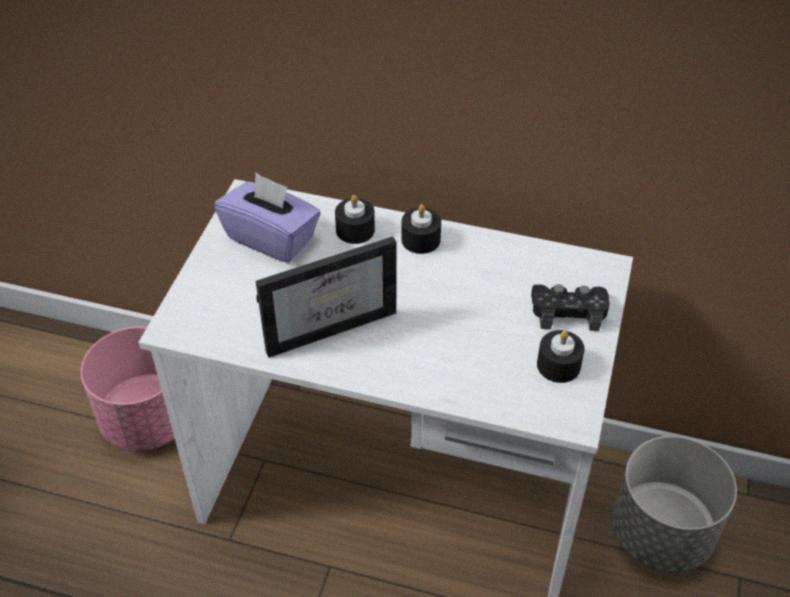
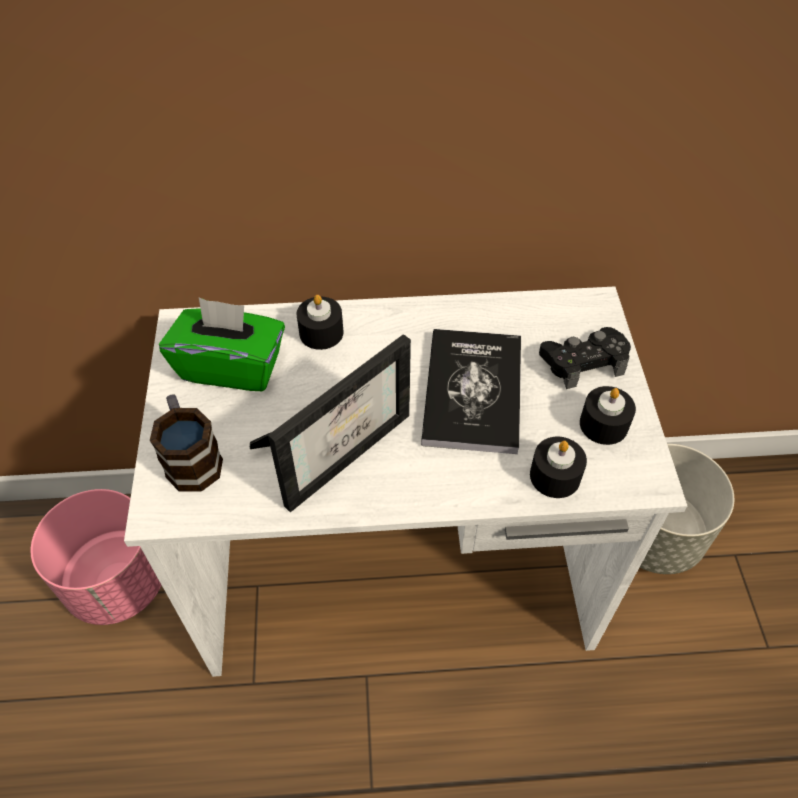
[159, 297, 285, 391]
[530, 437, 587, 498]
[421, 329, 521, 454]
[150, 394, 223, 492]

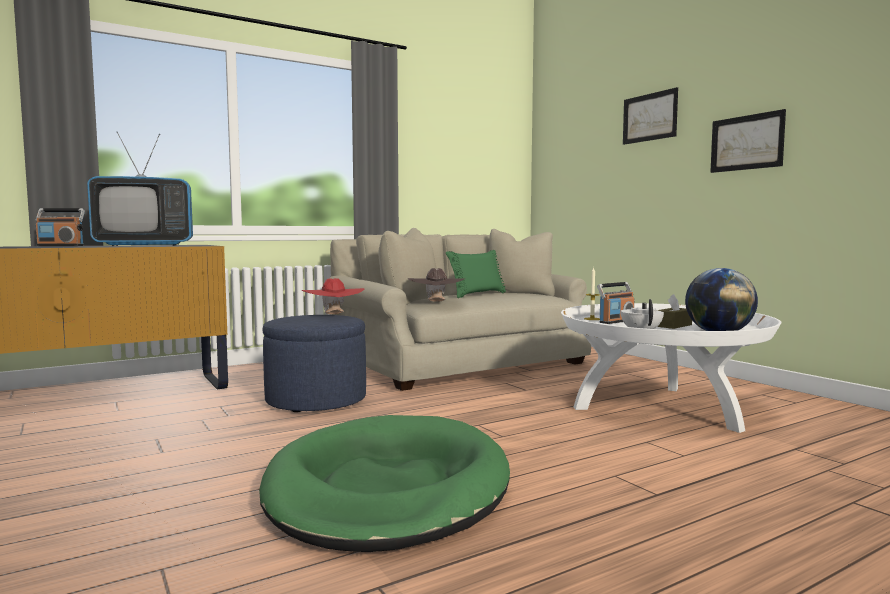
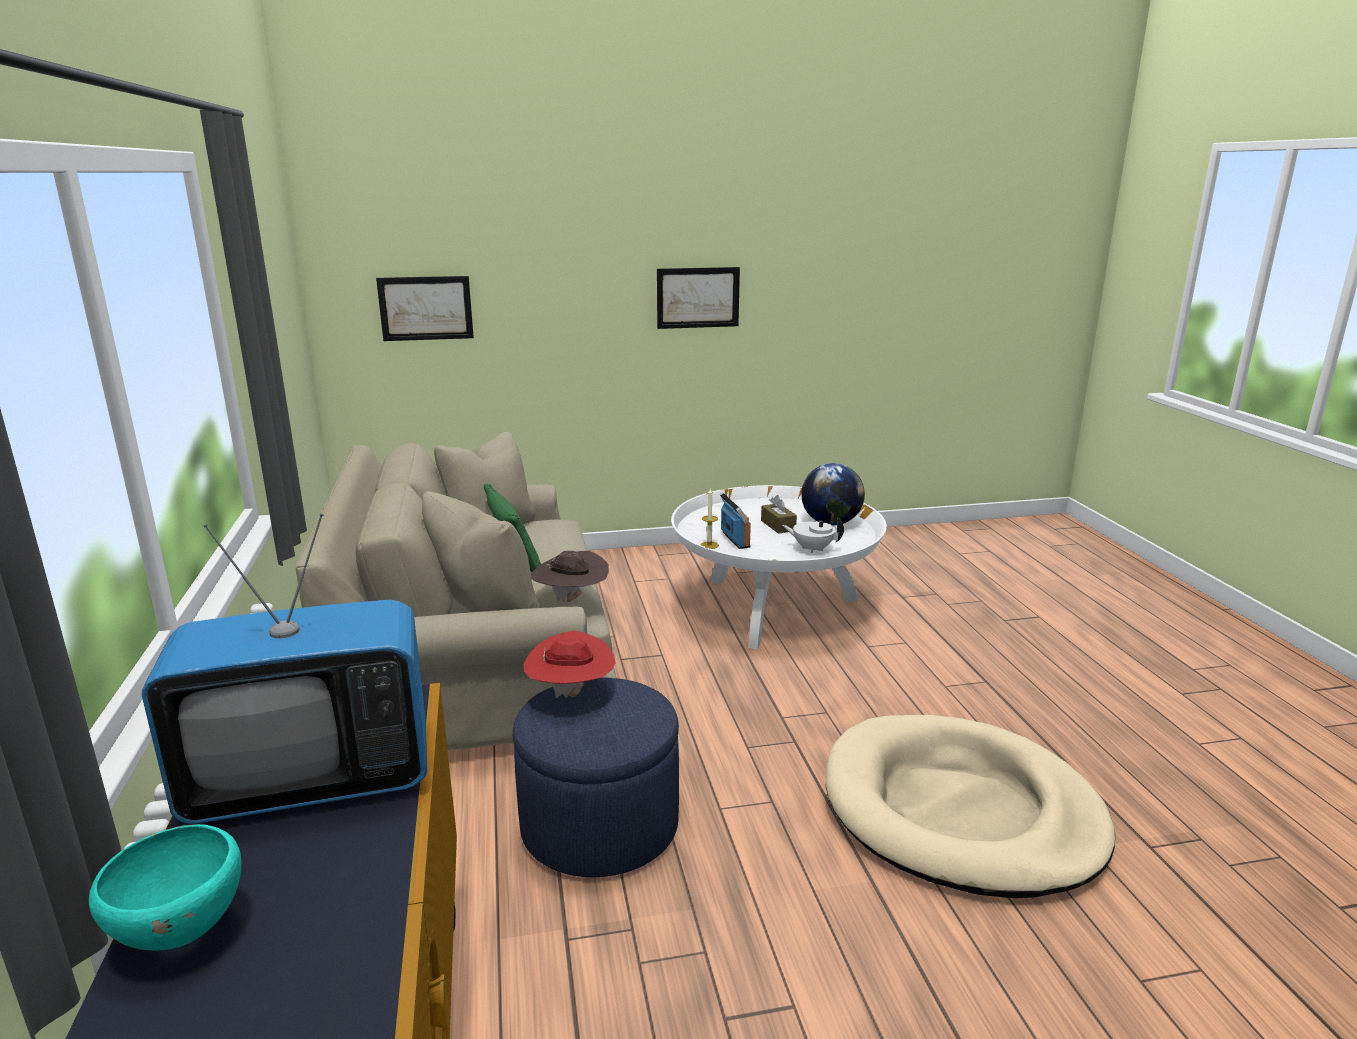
[376, 276, 474, 341]
[141, 514, 427, 824]
[89, 824, 242, 951]
[826, 715, 1115, 898]

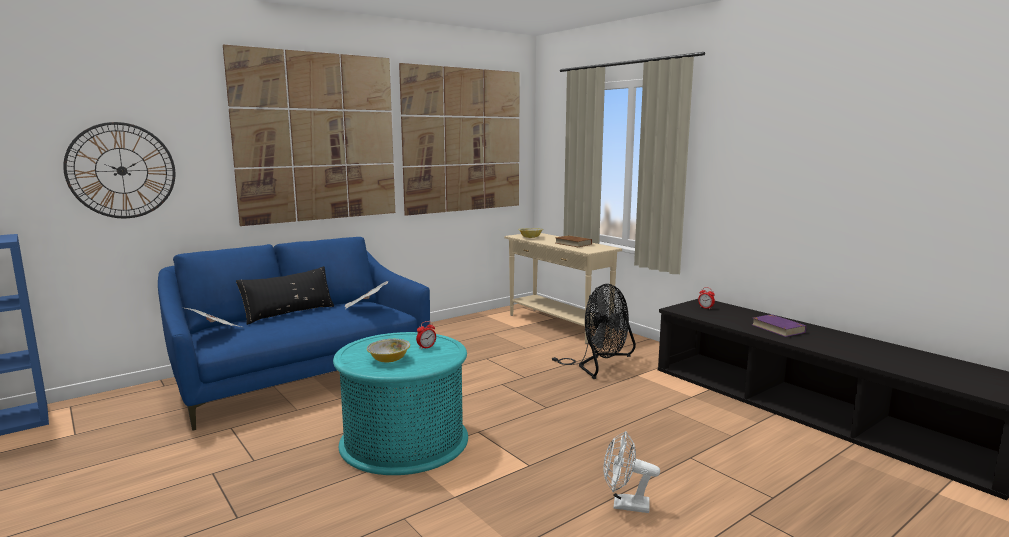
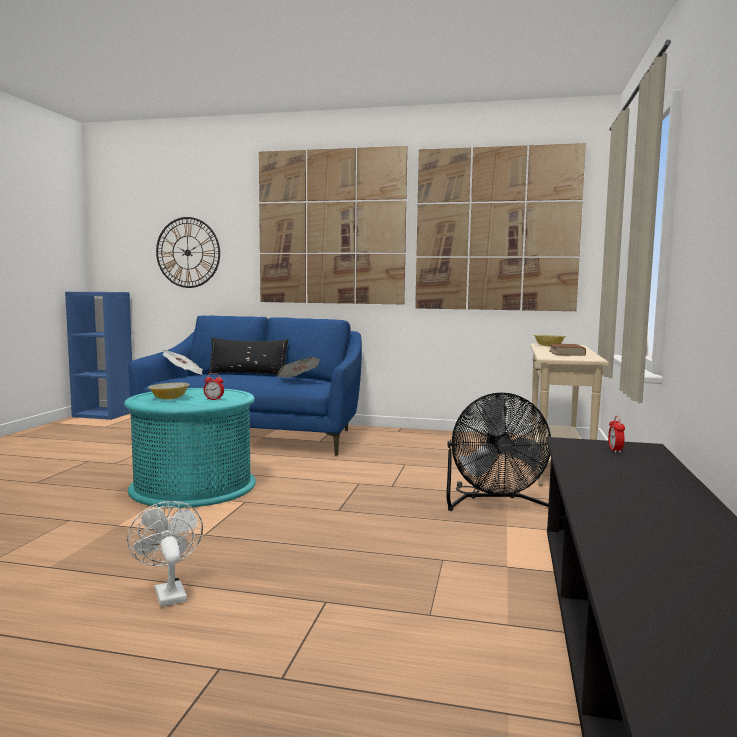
[752, 314, 806, 337] (first image)

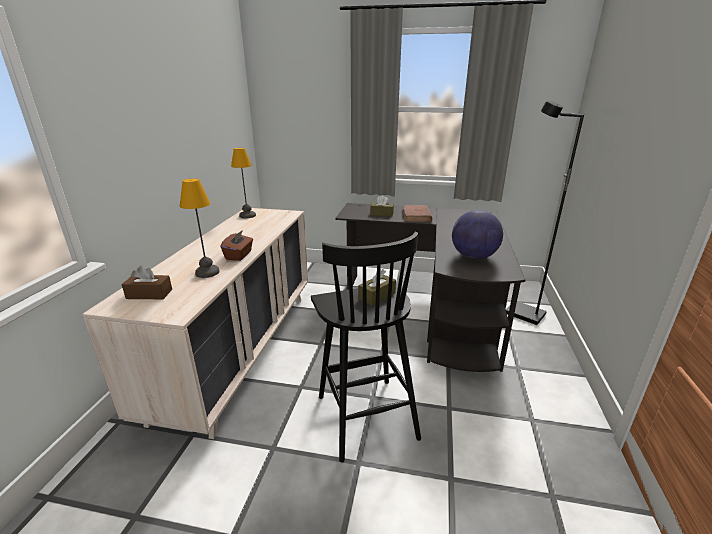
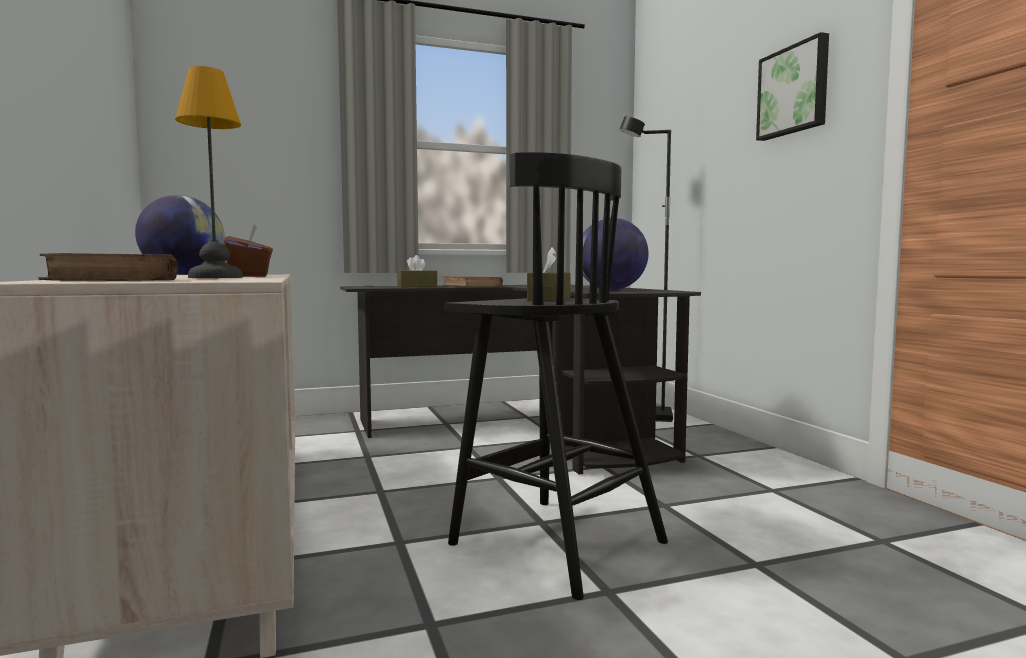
[135, 195, 225, 275]
[38, 253, 178, 281]
[756, 32, 829, 141]

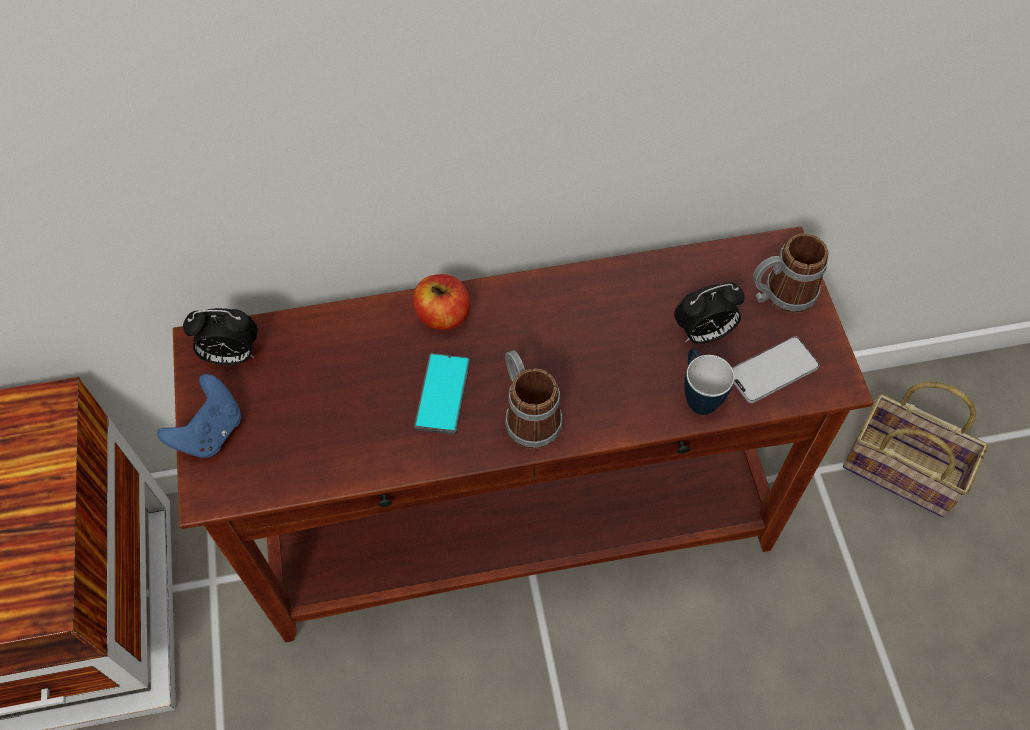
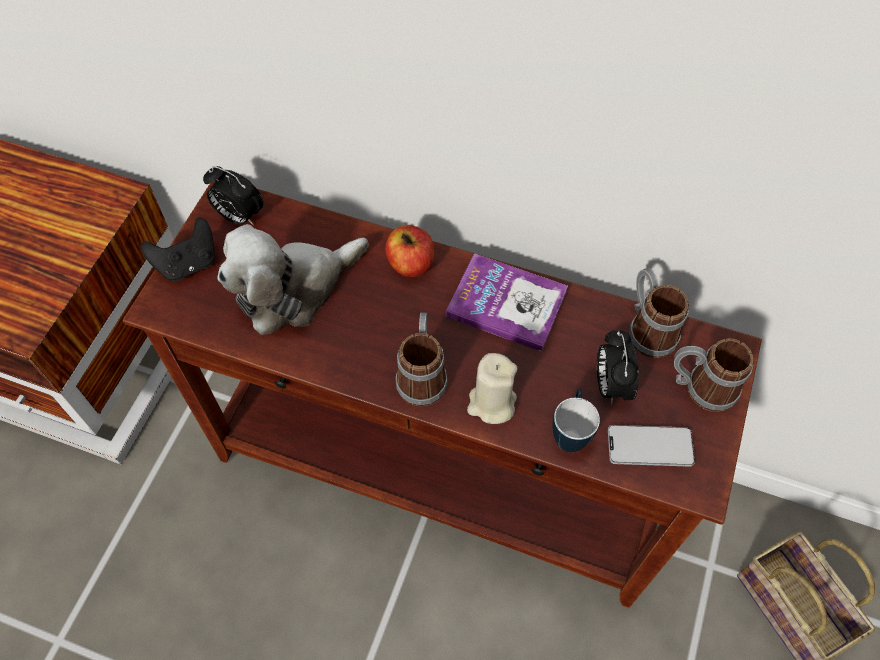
[597, 330, 639, 404]
[414, 353, 470, 435] (first image)
[141, 217, 215, 281]
[217, 224, 369, 335]
[446, 253, 568, 352]
[629, 268, 689, 358]
[467, 353, 518, 424]

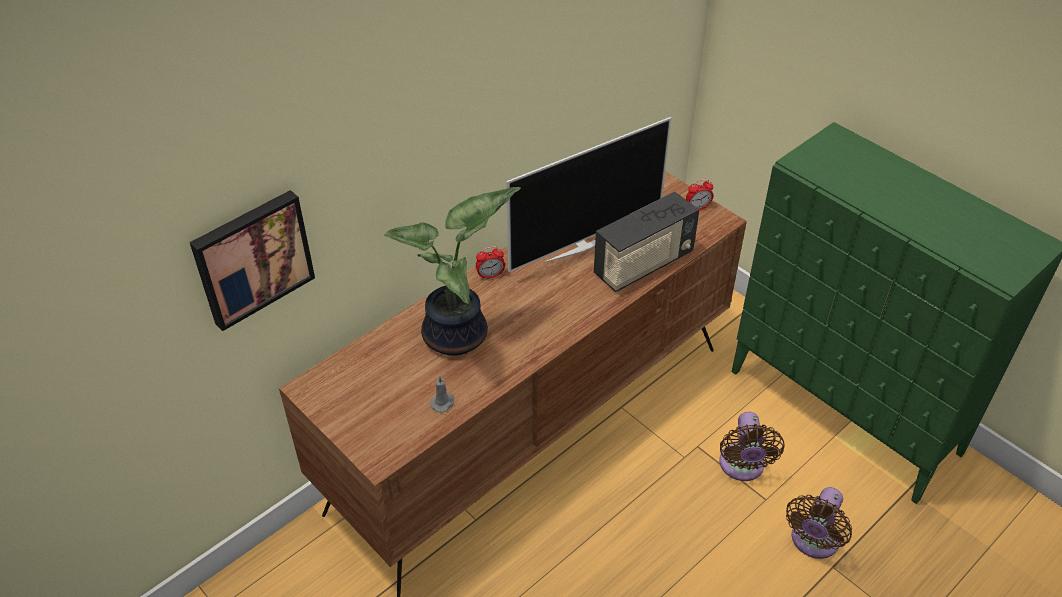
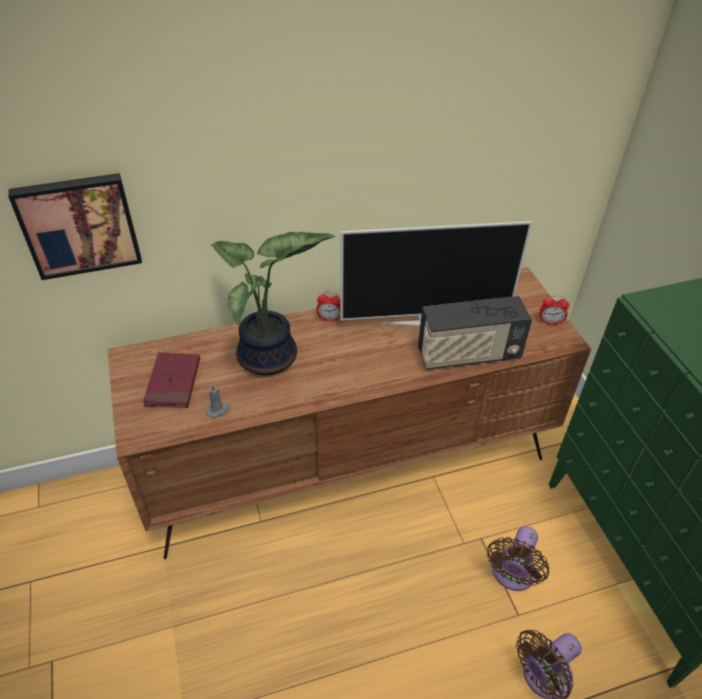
[143, 352, 200, 408]

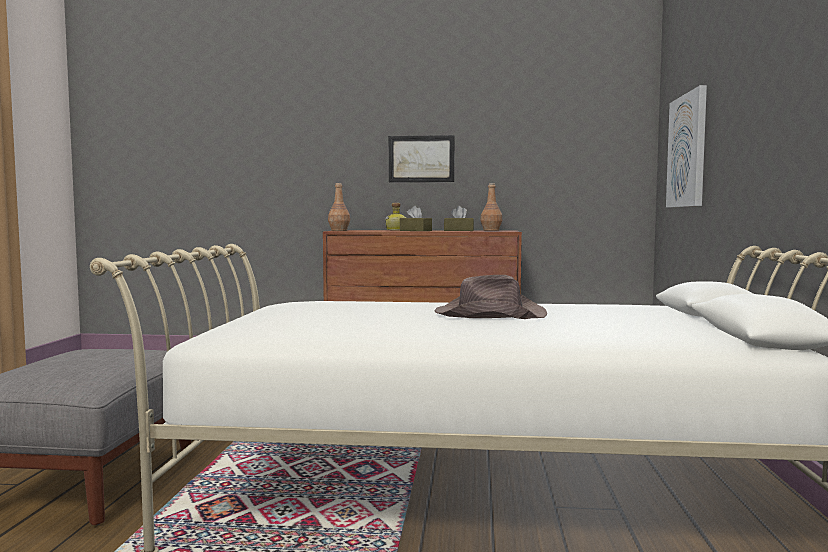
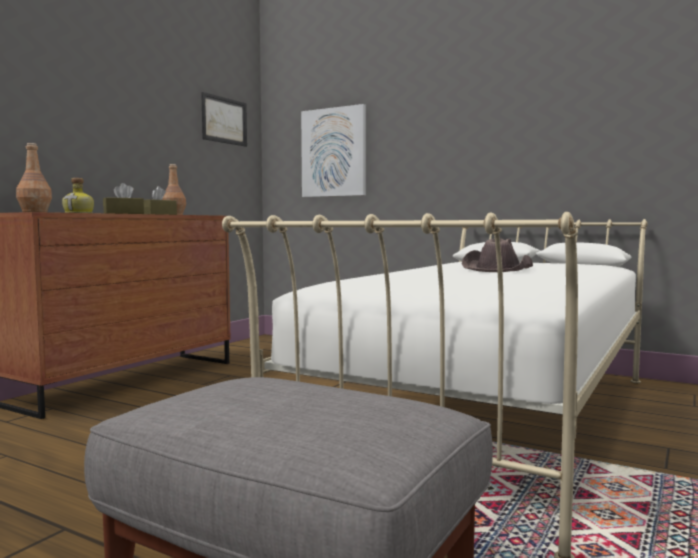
[201, 92, 247, 147]

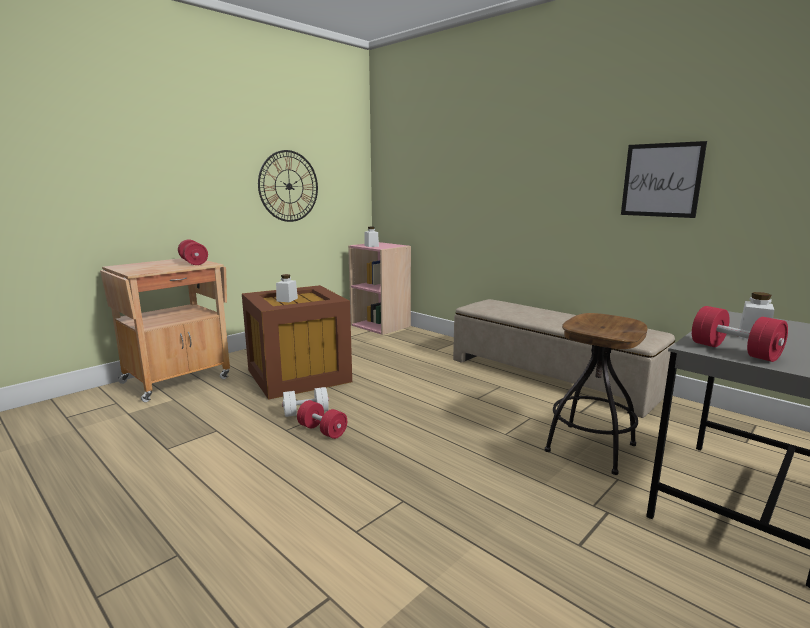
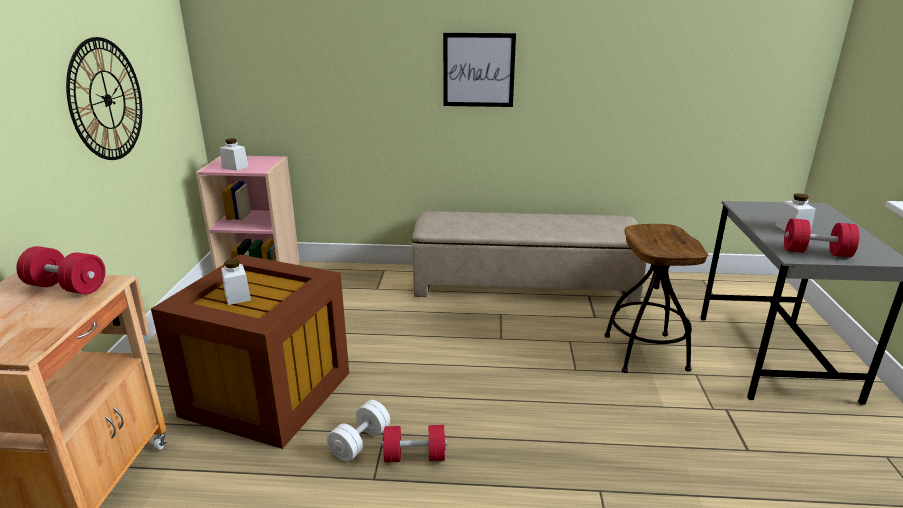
[443, 33, 516, 107]

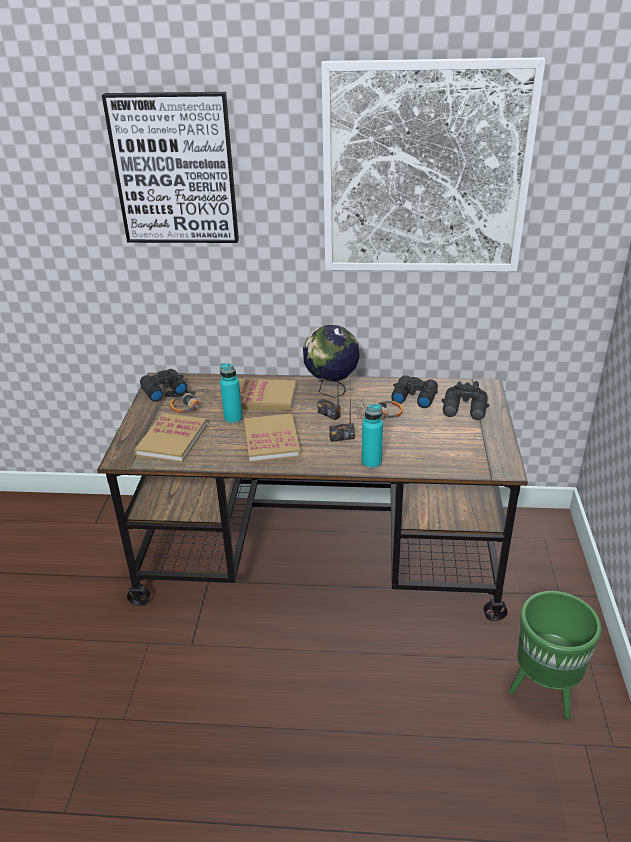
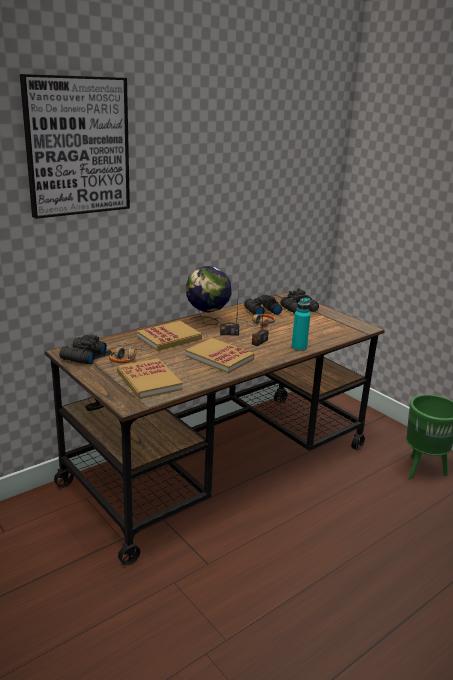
[321, 57, 546, 271] (first image)
[220, 363, 243, 424] (first image)

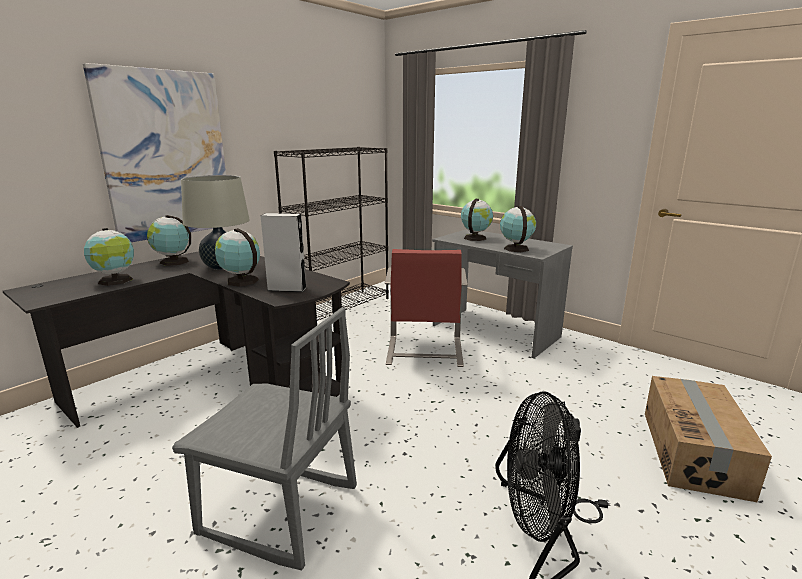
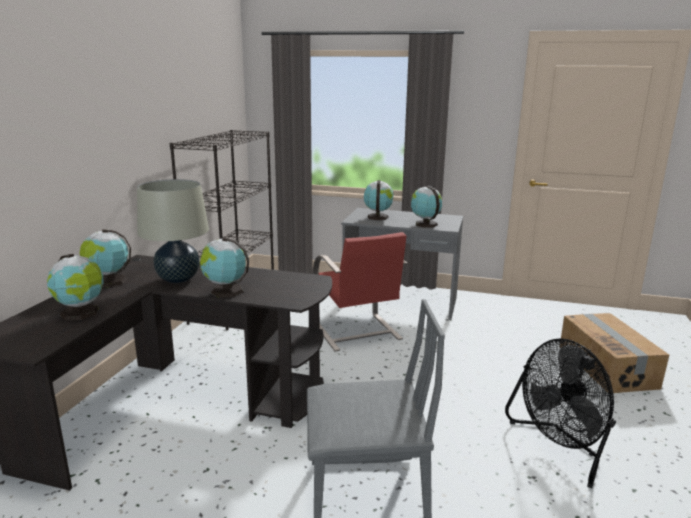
[83, 63, 226, 242] (first image)
[261, 213, 307, 292] (first image)

